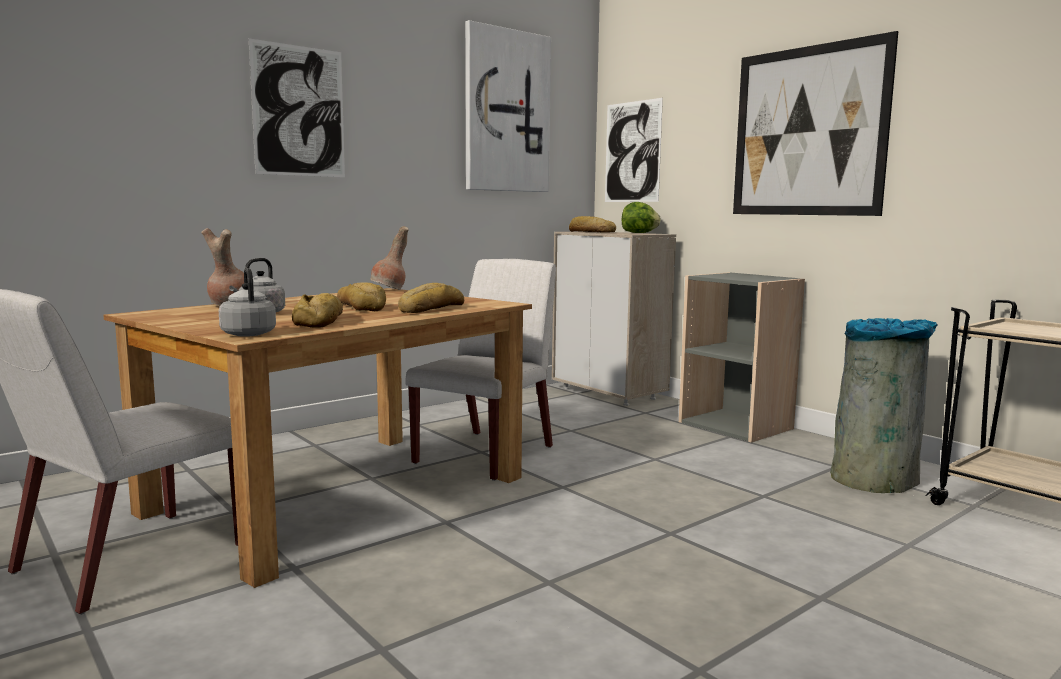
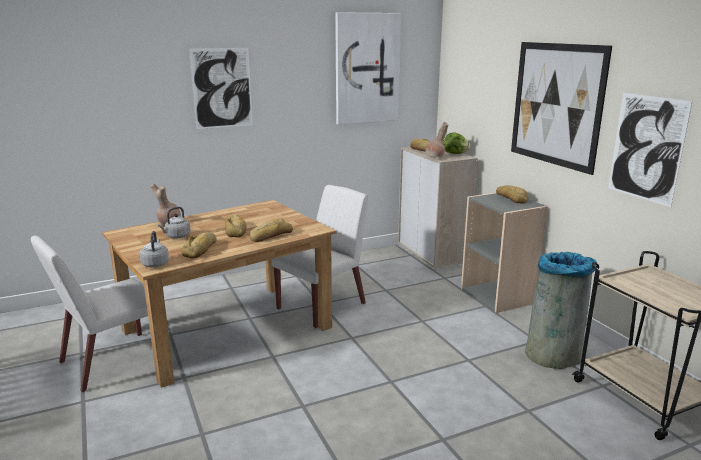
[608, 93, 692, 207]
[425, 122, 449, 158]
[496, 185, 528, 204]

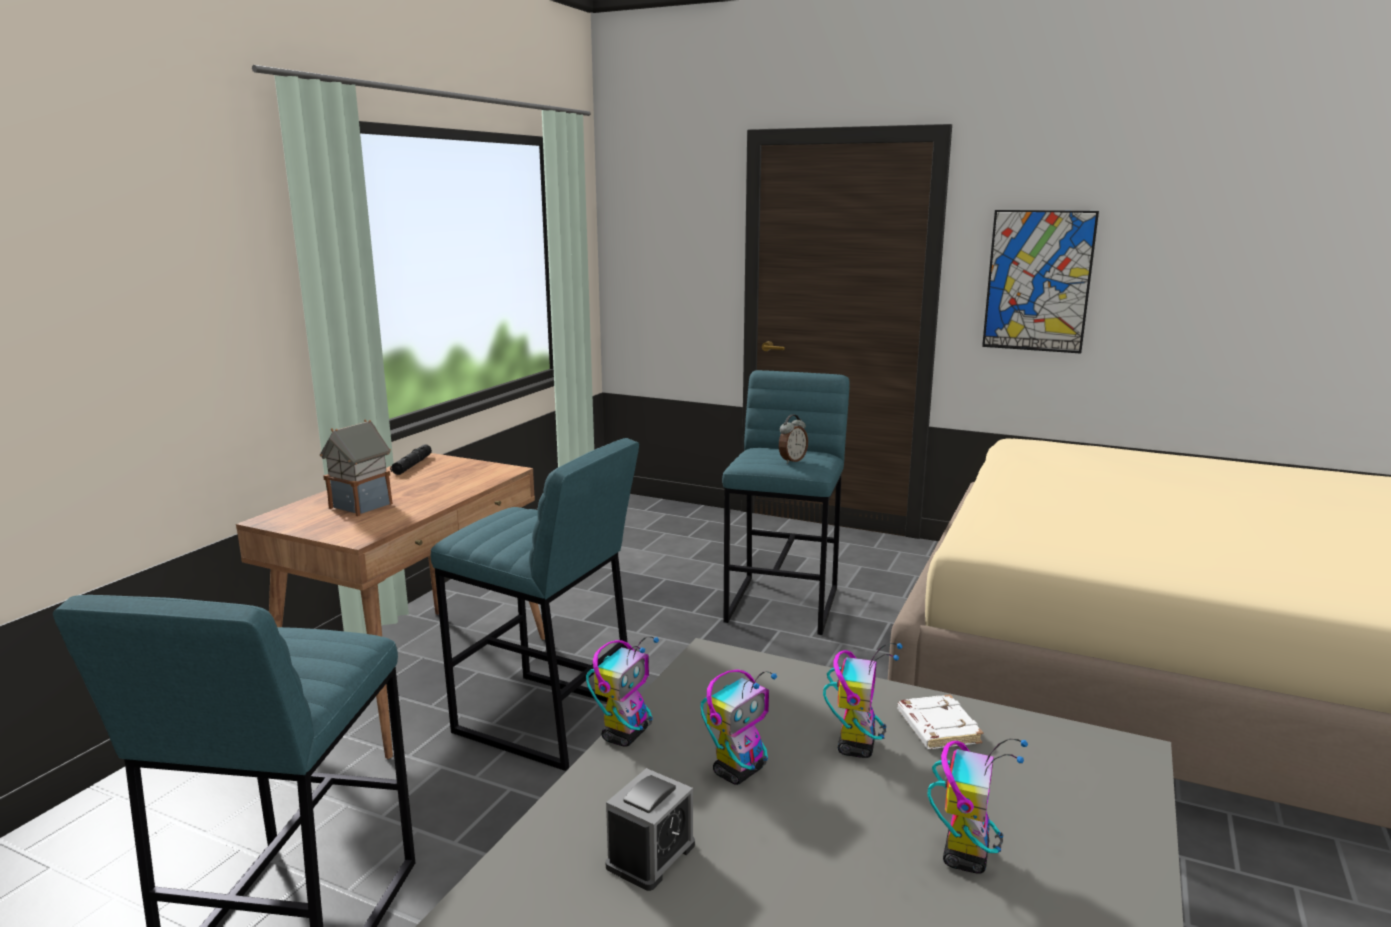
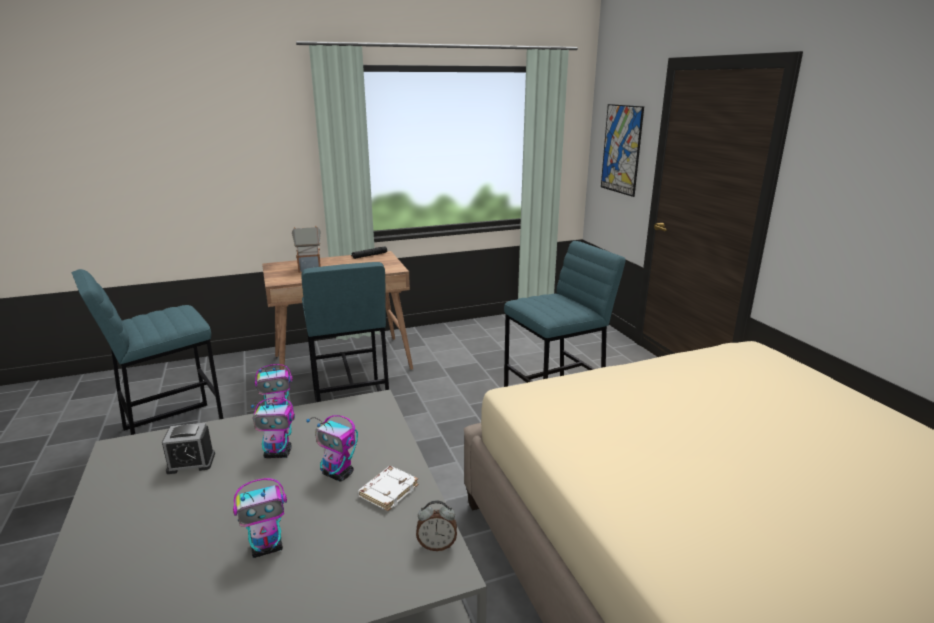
[601, 104, 644, 197]
[416, 500, 457, 551]
[306, 415, 358, 482]

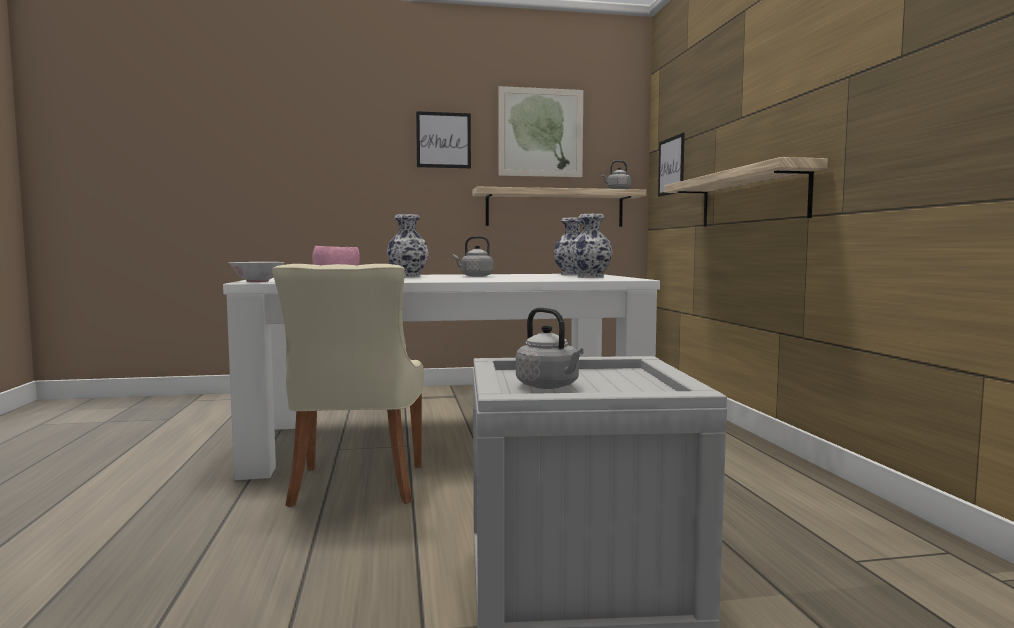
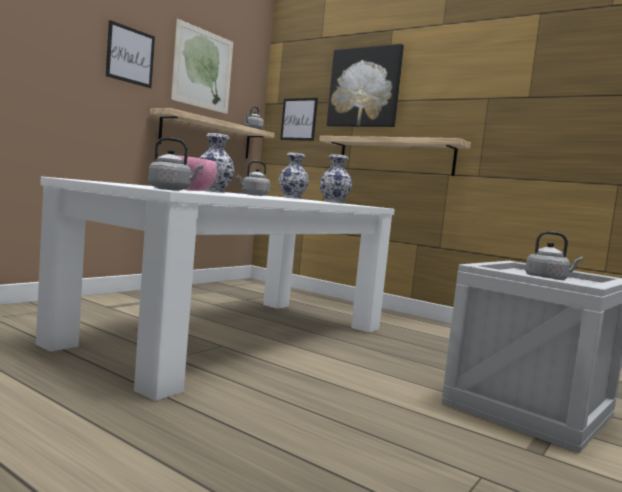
[148, 137, 203, 191]
[272, 264, 424, 507] (first image)
[327, 44, 404, 127]

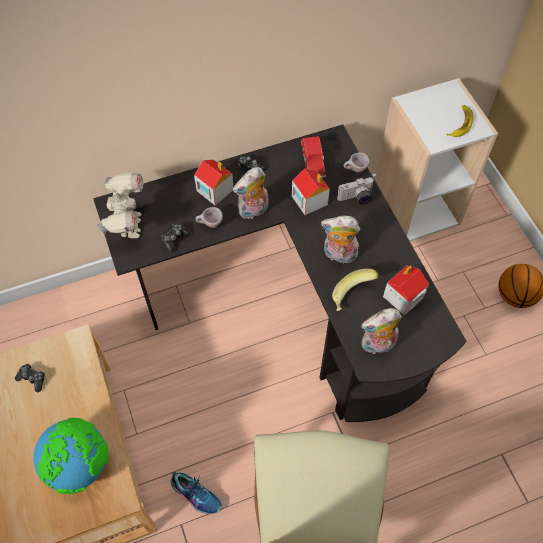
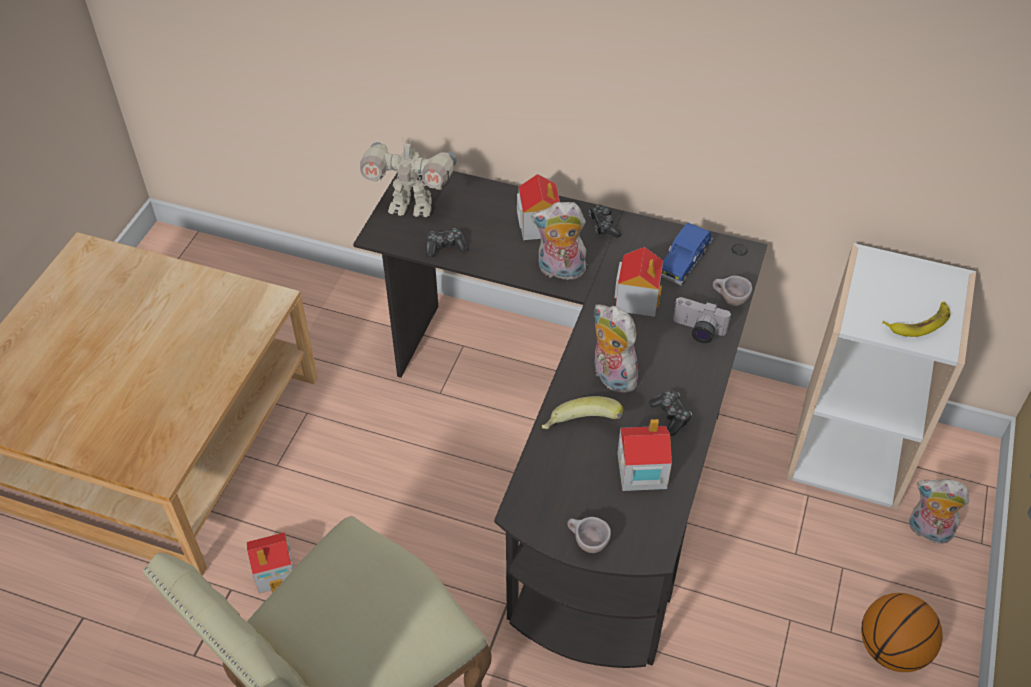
[661, 223, 713, 285]
[360, 137, 457, 217]
[567, 517, 611, 553]
[909, 479, 969, 544]
[649, 390, 692, 436]
[33, 418, 108, 494] (first image)
[247, 532, 294, 594]

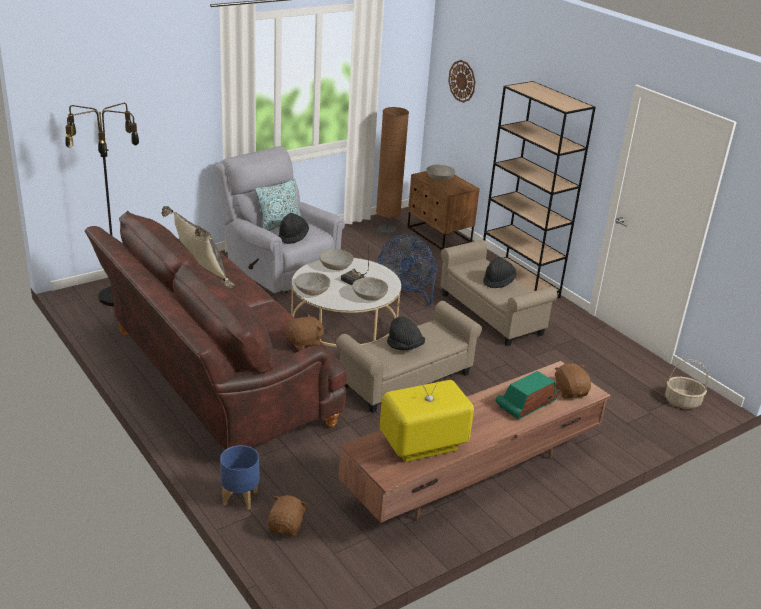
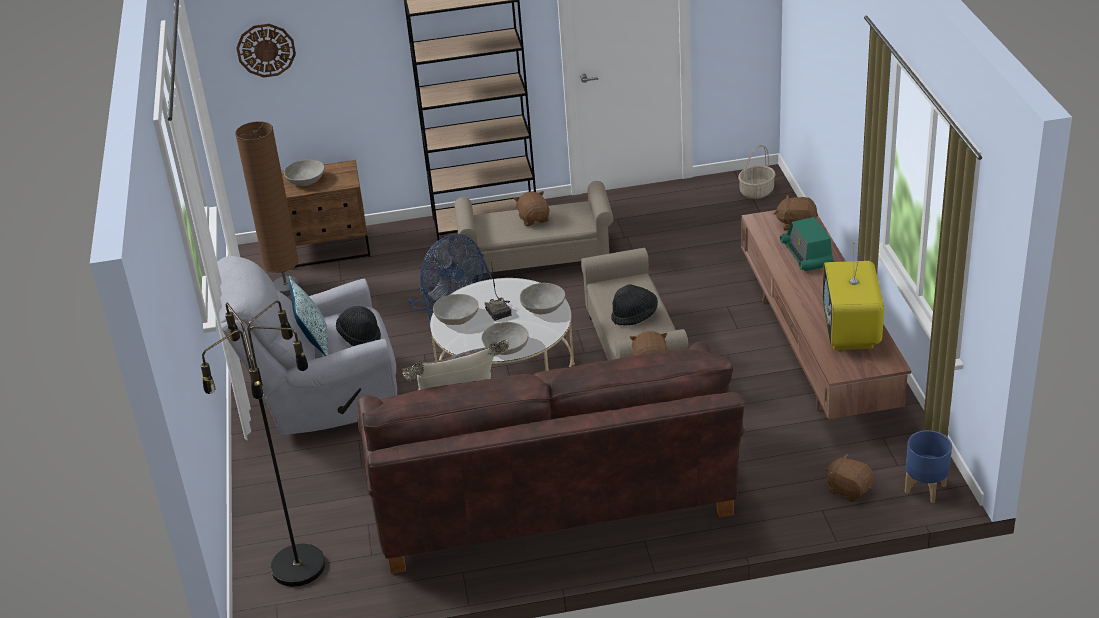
[514, 191, 549, 226]
[905, 430, 952, 503]

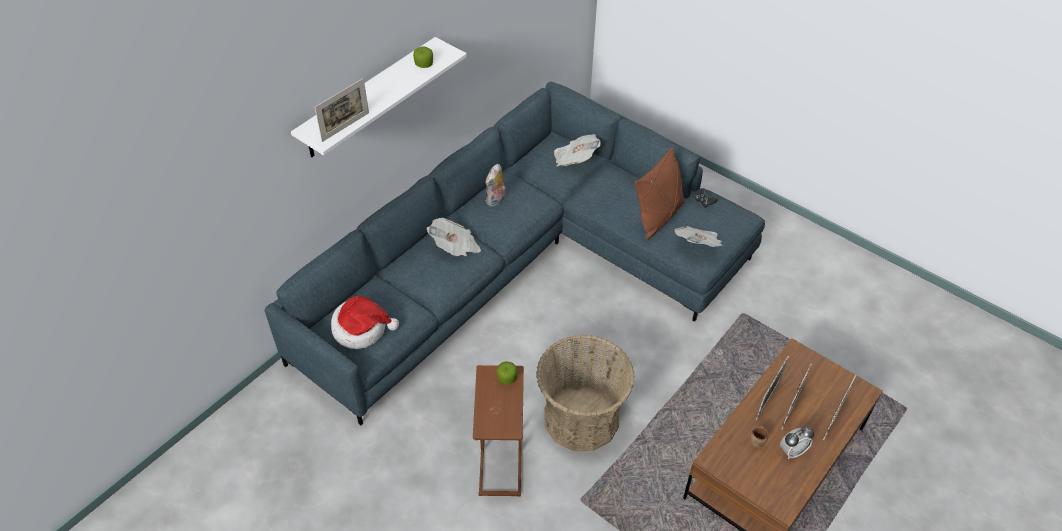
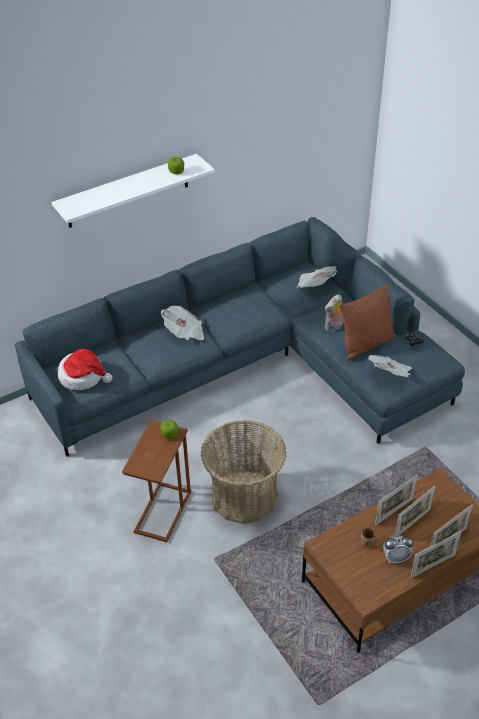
[411, 531, 461, 578]
[324, 294, 343, 332]

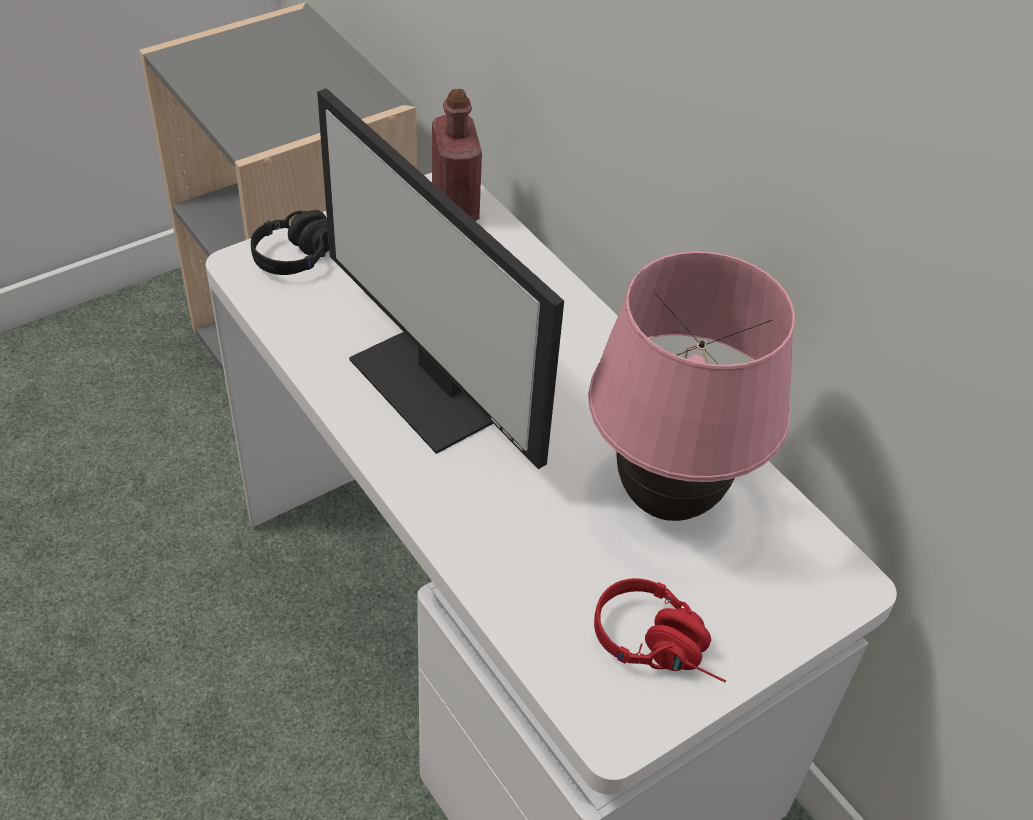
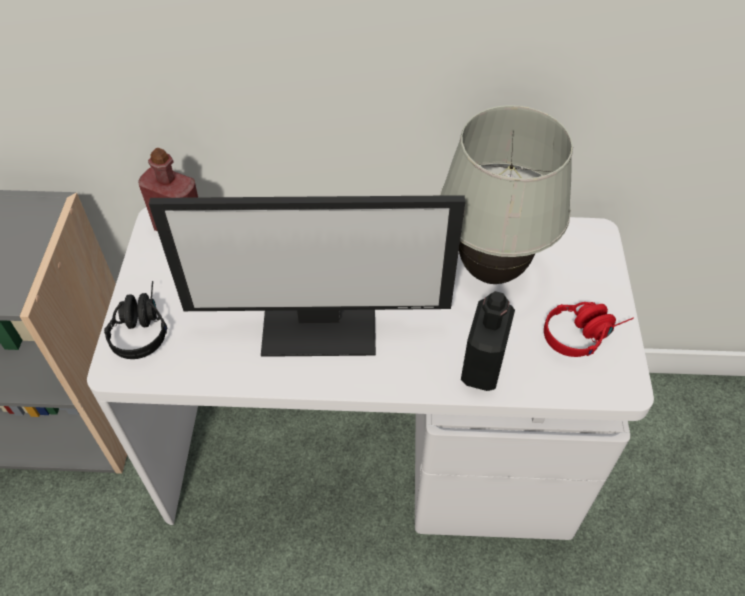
[440, 105, 573, 284]
[461, 291, 515, 391]

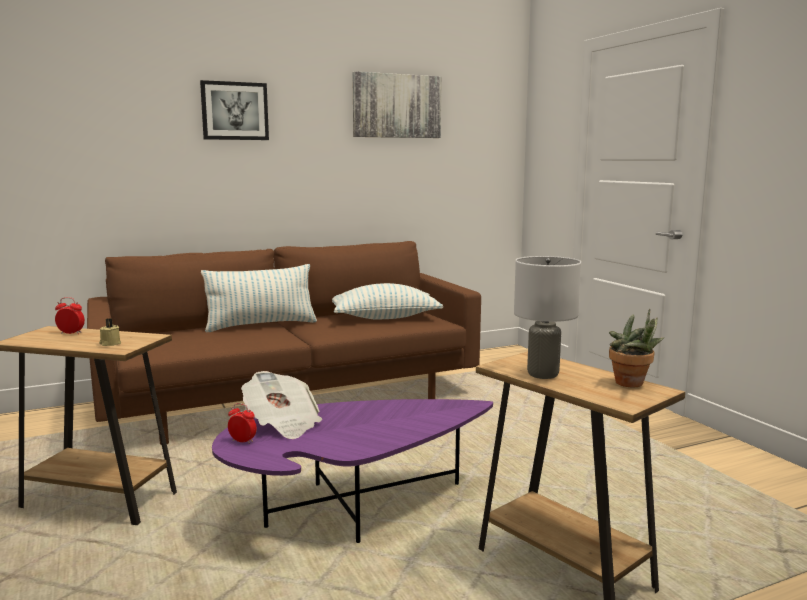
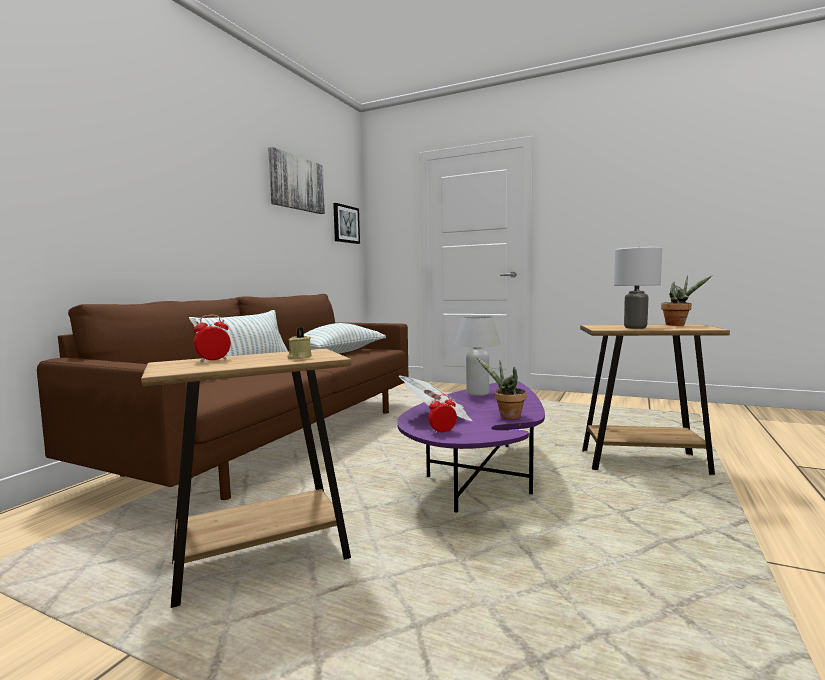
[333, 203, 360, 244]
[454, 316, 501, 396]
[477, 358, 527, 419]

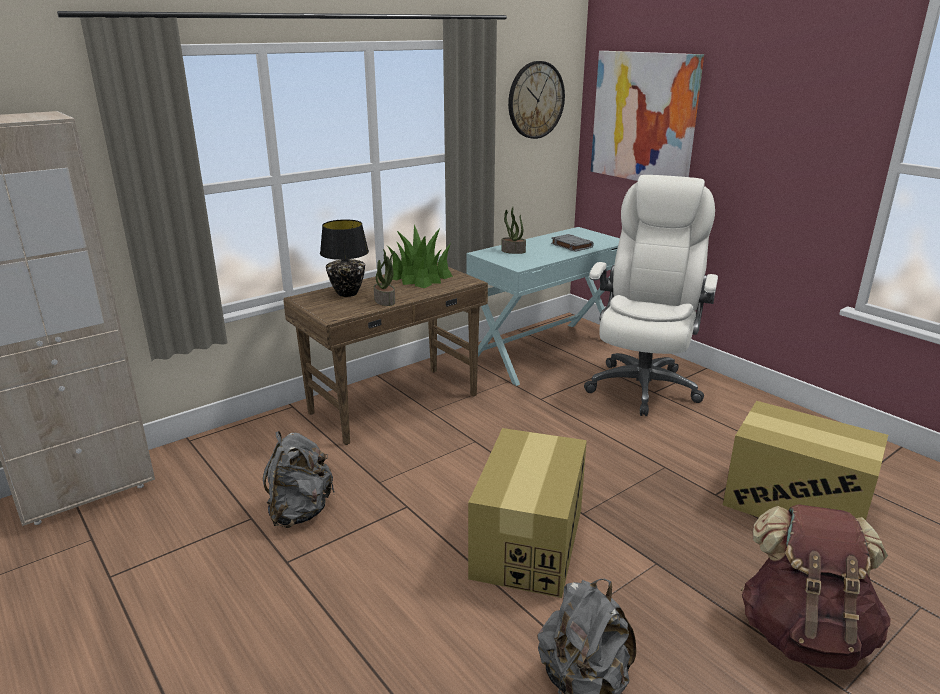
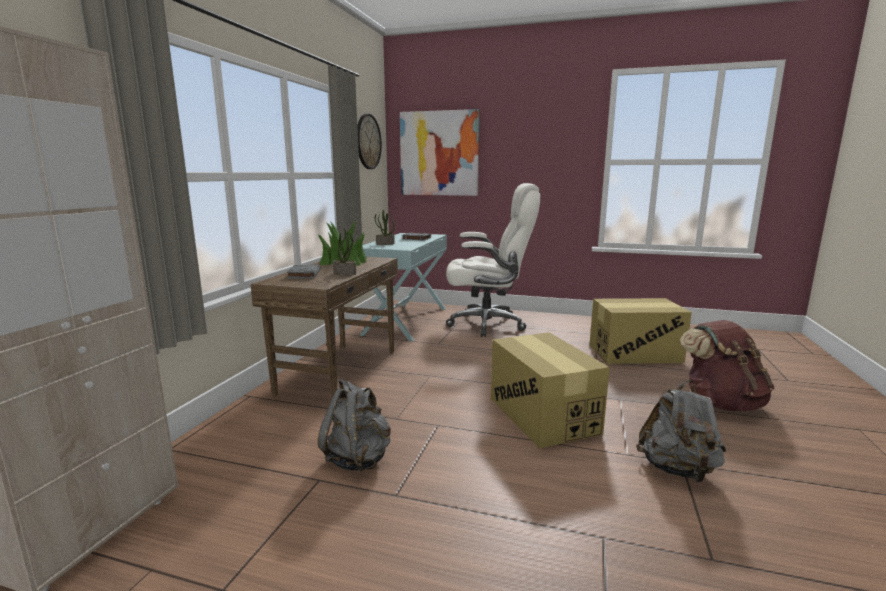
[446, 183, 540, 337]
[287, 264, 321, 279]

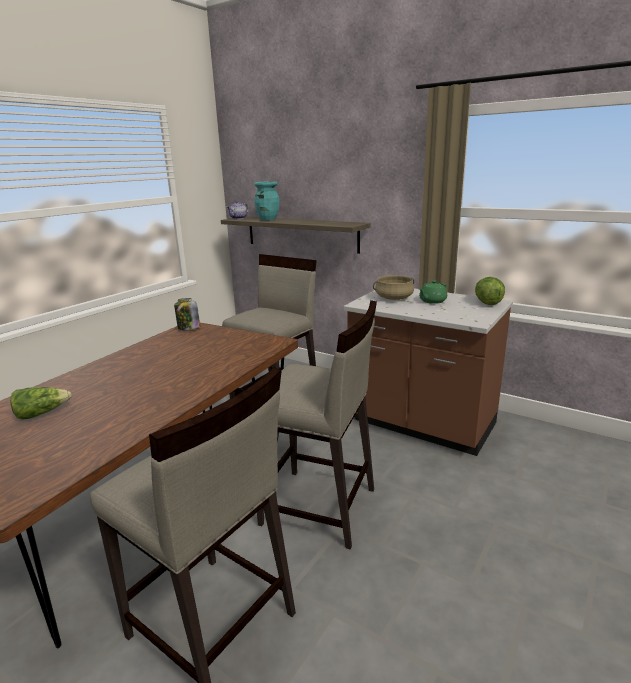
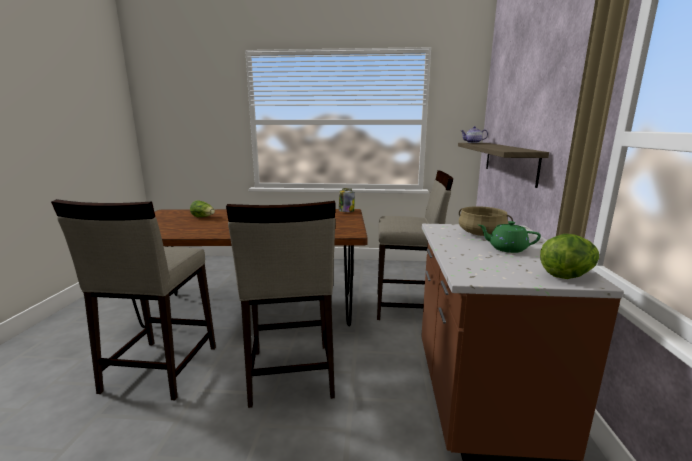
[254, 181, 279, 221] (first image)

